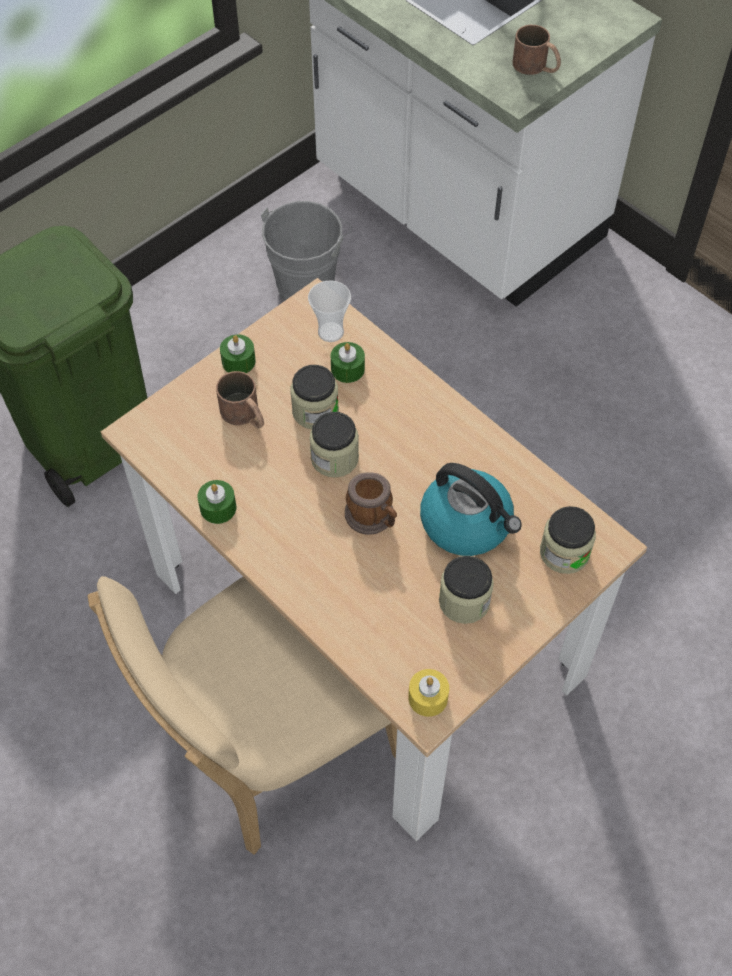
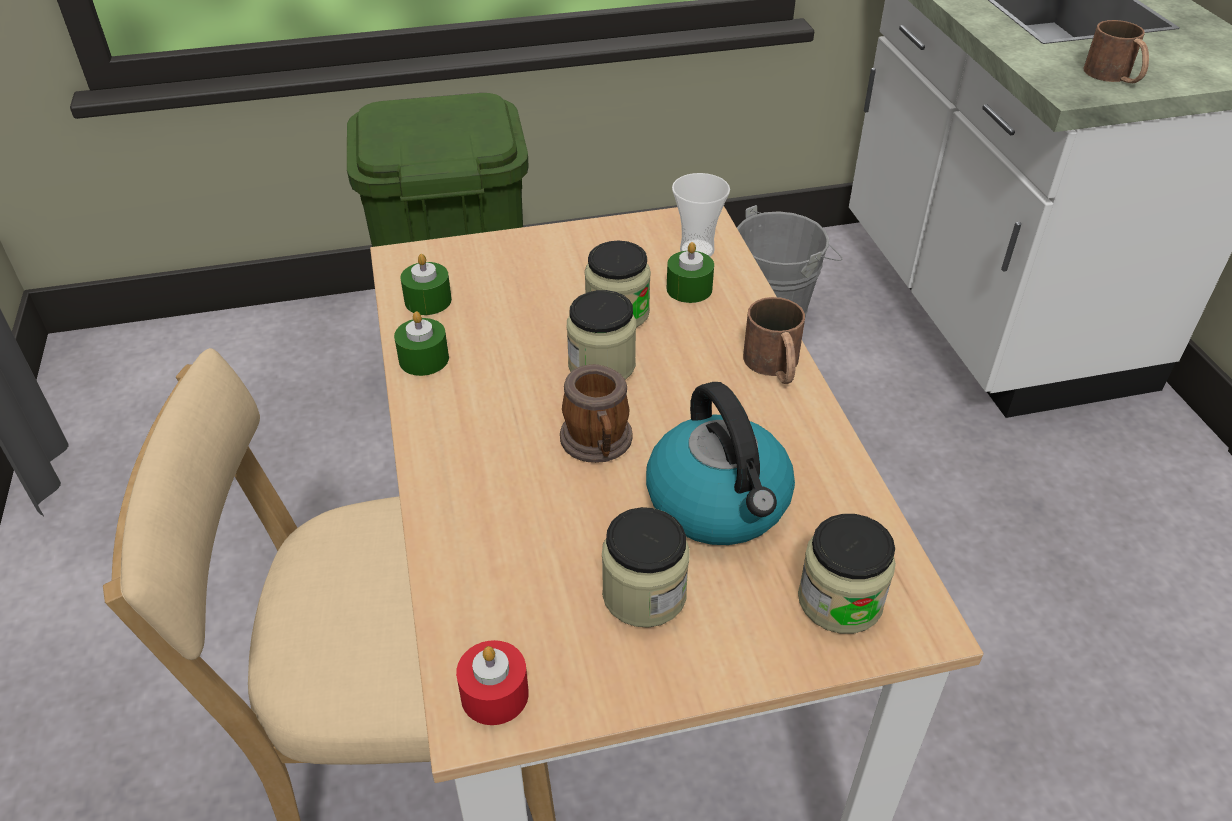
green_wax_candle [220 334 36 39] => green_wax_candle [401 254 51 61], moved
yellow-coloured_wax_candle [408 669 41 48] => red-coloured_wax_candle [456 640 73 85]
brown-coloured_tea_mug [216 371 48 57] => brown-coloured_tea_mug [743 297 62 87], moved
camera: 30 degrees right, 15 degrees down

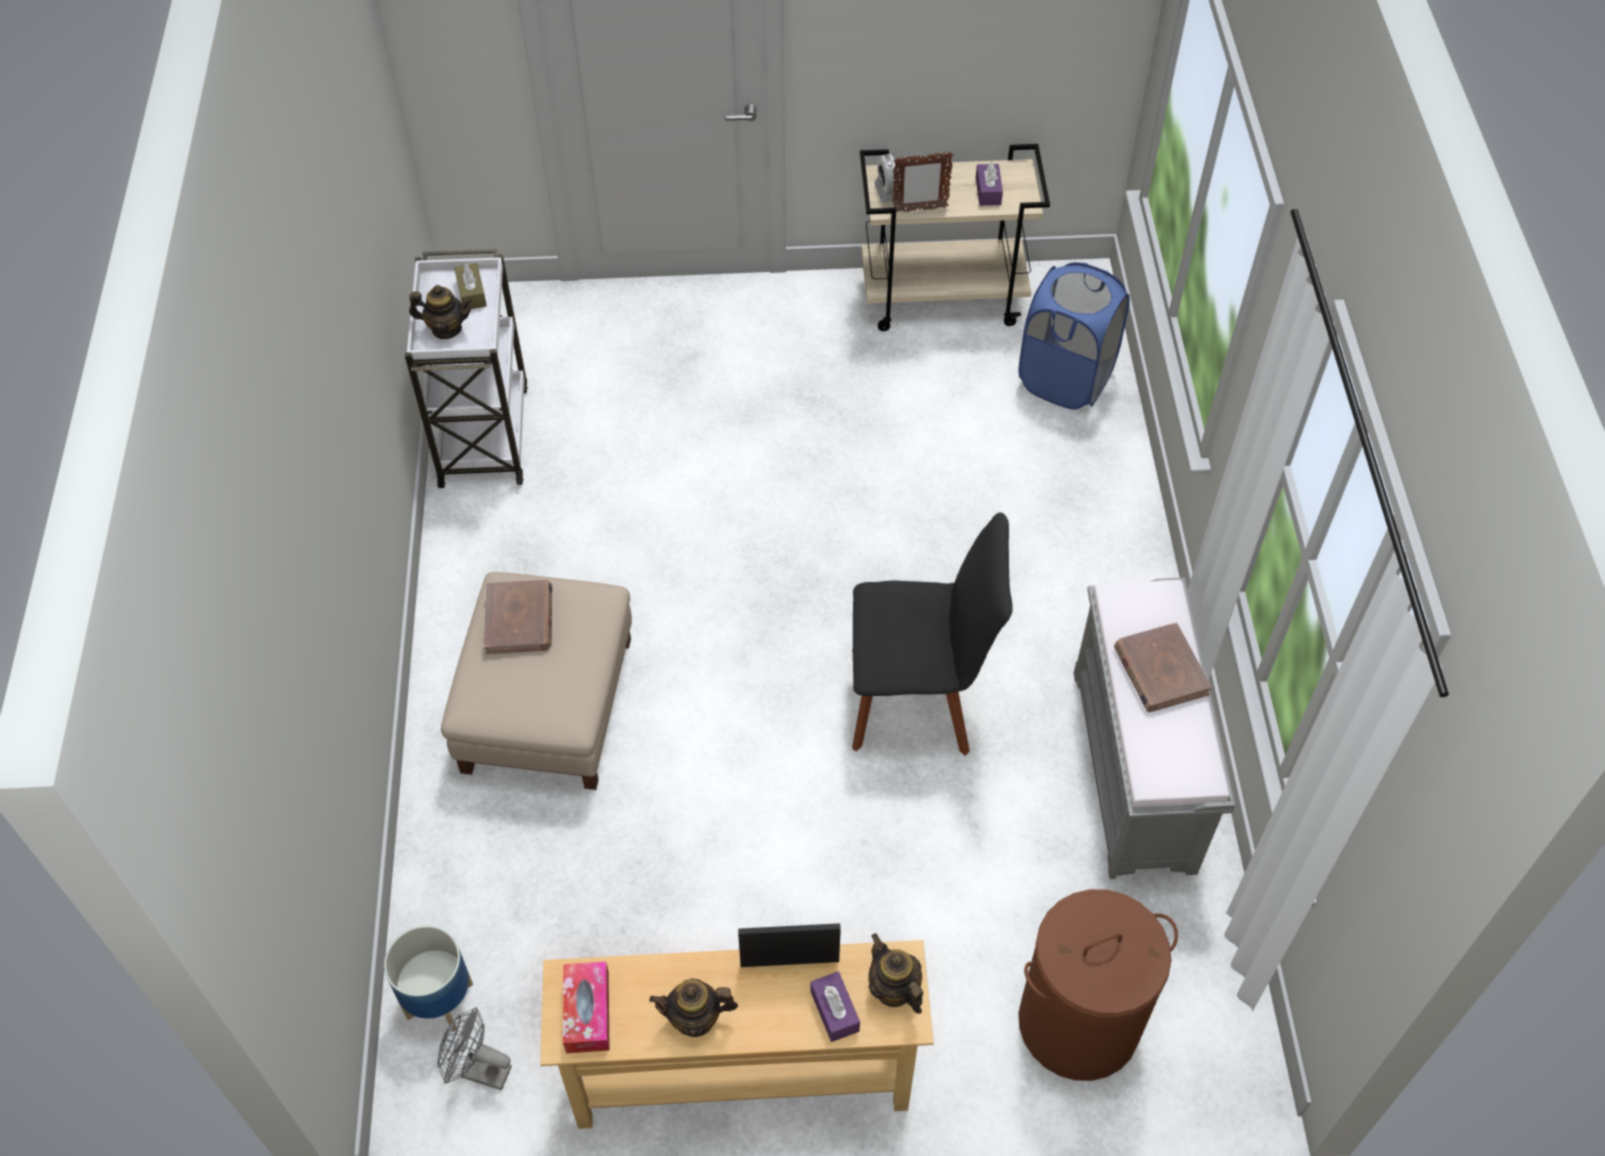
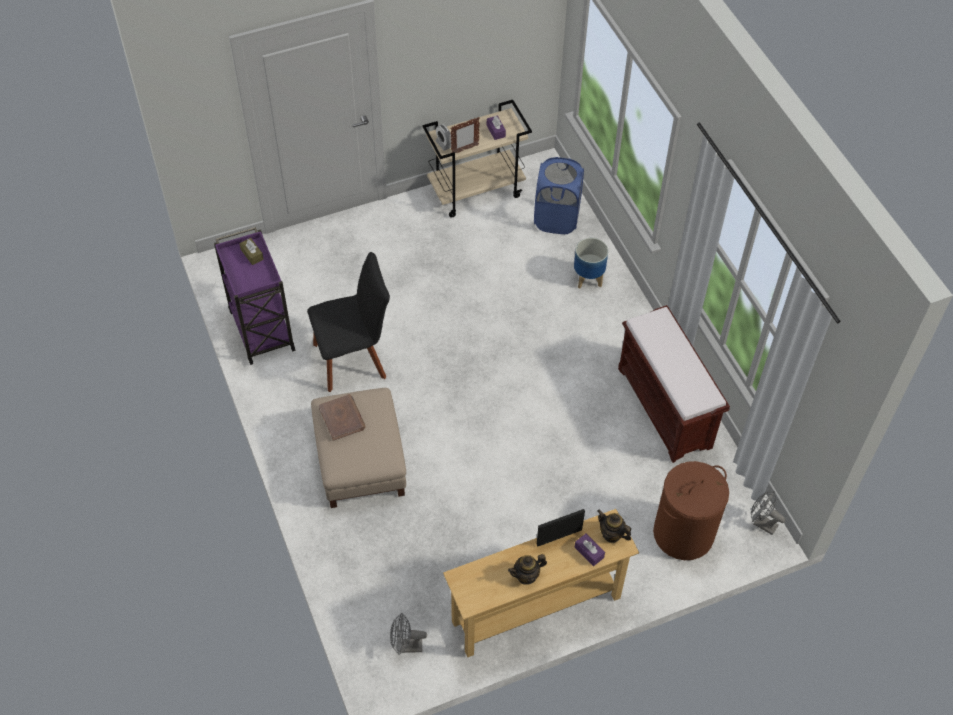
white_cart [405 249 123 239] => purplish_cart [214 227 81 138]
black-coloured_upright_chair [852 512 161 244] => black-coloured_upright_chair [307 252 83 140], moved
planter [384 925 89 106] => planter [574 238 34 51], moved
grey_long_seat [1074 577 161 302] => brown-coloured_long_seat [618 305 112 158]
nothing => grey_cooling_fan [751 491 35 44]
tea_pot [409 285 64 54] => nothing
box_of_tissues [563 962 46 91] => nothing
brown-coloured_volume [1114 623 98 89] => nothing
camera: 20 degrees left, 0 degrees up

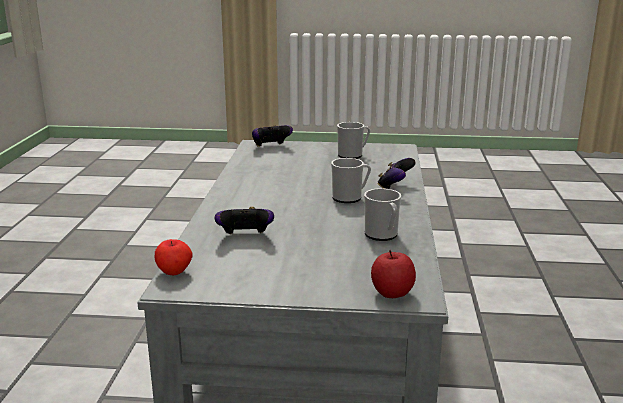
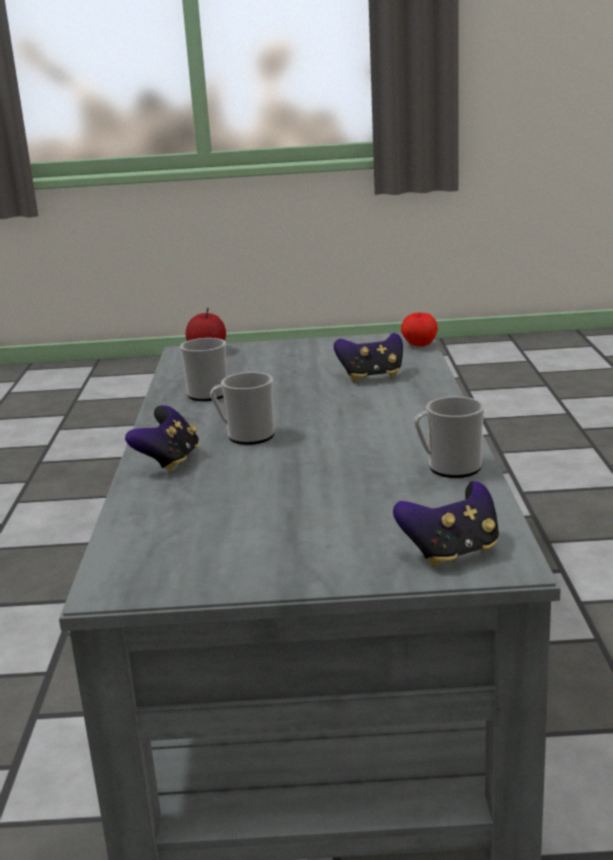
tea_mug [337 122 33 37] => tea_mug [414 397 71 81], moved
camera: 175 degrees right, 0 degrees up

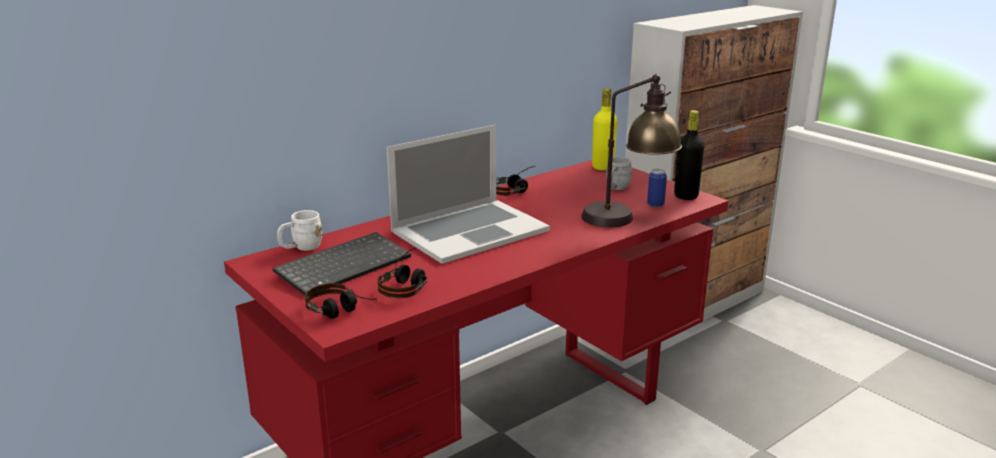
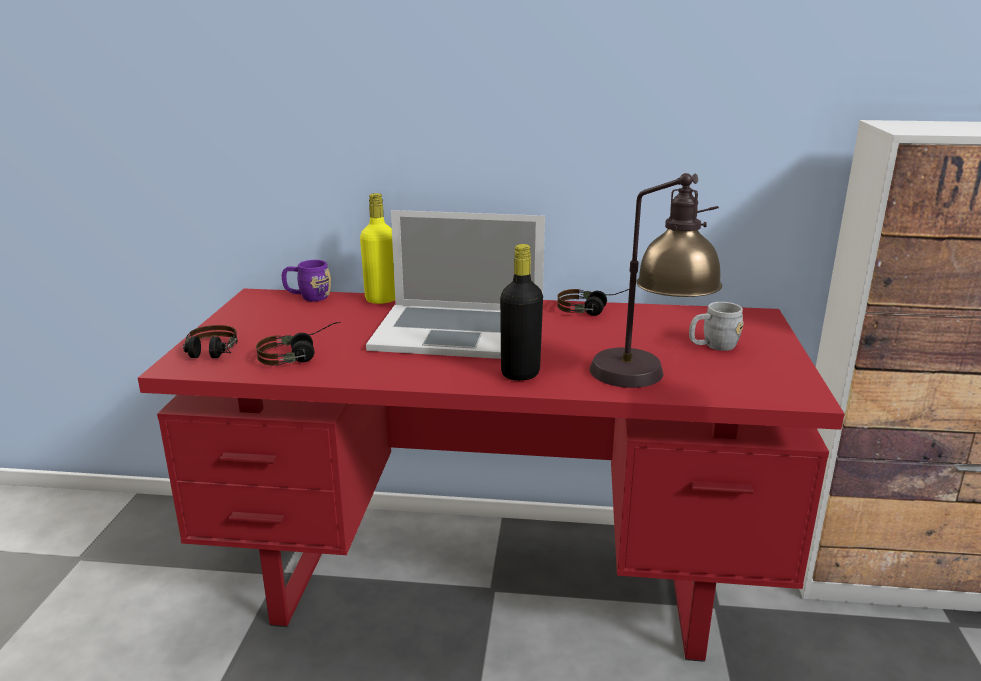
white_tea_mug [277 210 46 41] => purplish_tea_mug [282 260 49 41]
yellow-coloured_drink_bottle [592 88 25 82] => yellow-coloured_drink_bottle [360 193 35 111], moved
black-coloured_drink_bottle [674 110 30 90] => black-coloured_drink_bottle [500 244 43 137], moved
keyboard [273 232 138 64] => nothing
can [647 169 20 38] => nothing
camera: 45 degrees right, 0 degrees up

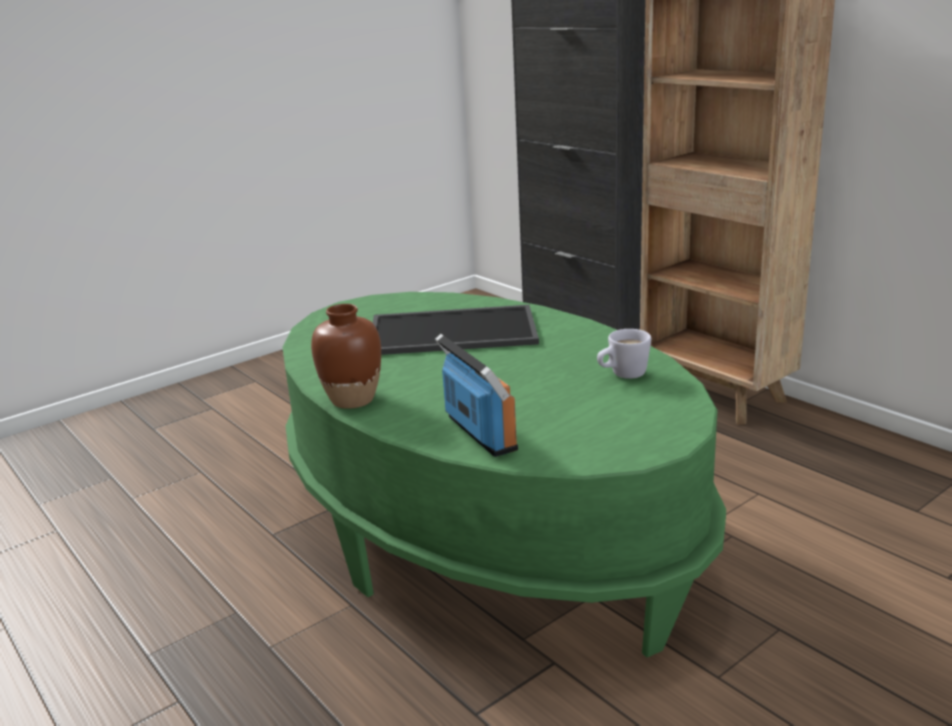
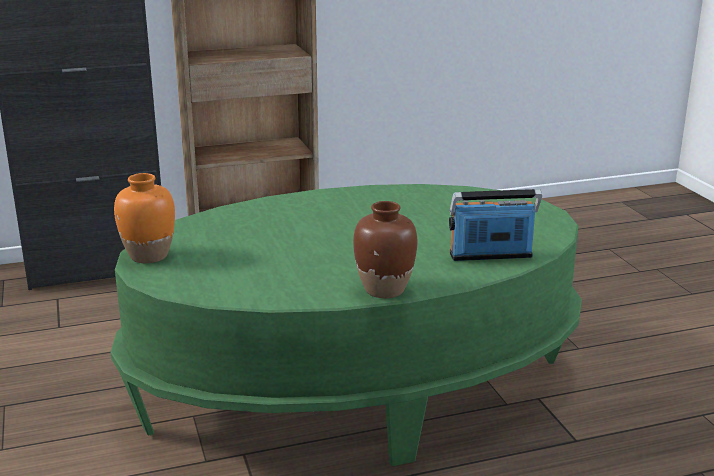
nothing => orange_decorative_vase [114 173 61 90]
serving_tray [373 305 166 50] => nothing
white_tea_mug [597 329 54 50] => nothing
camera: 70 degrees left, 0 degrees up

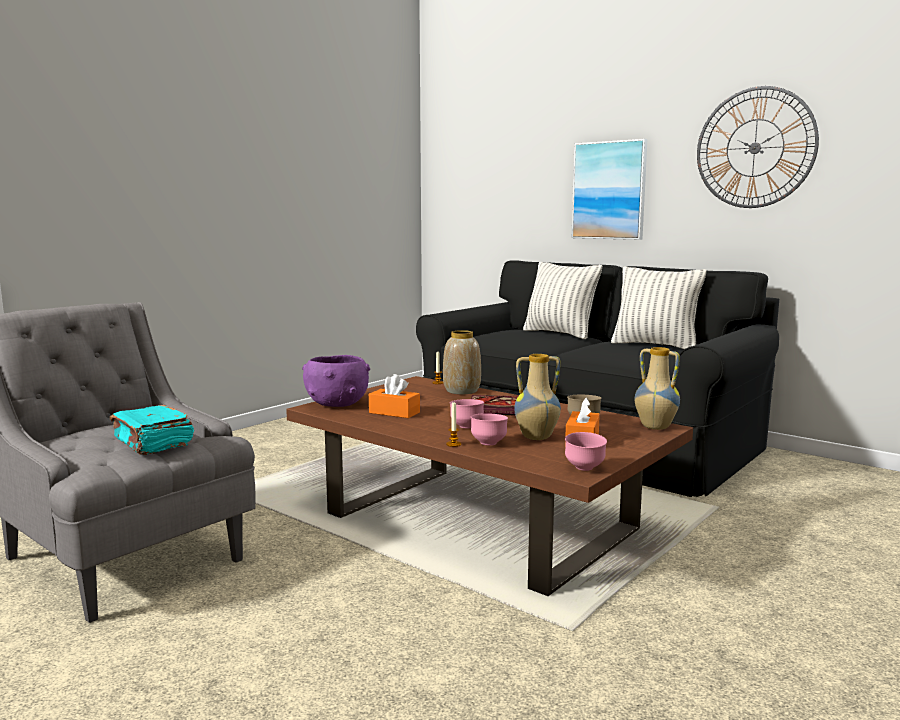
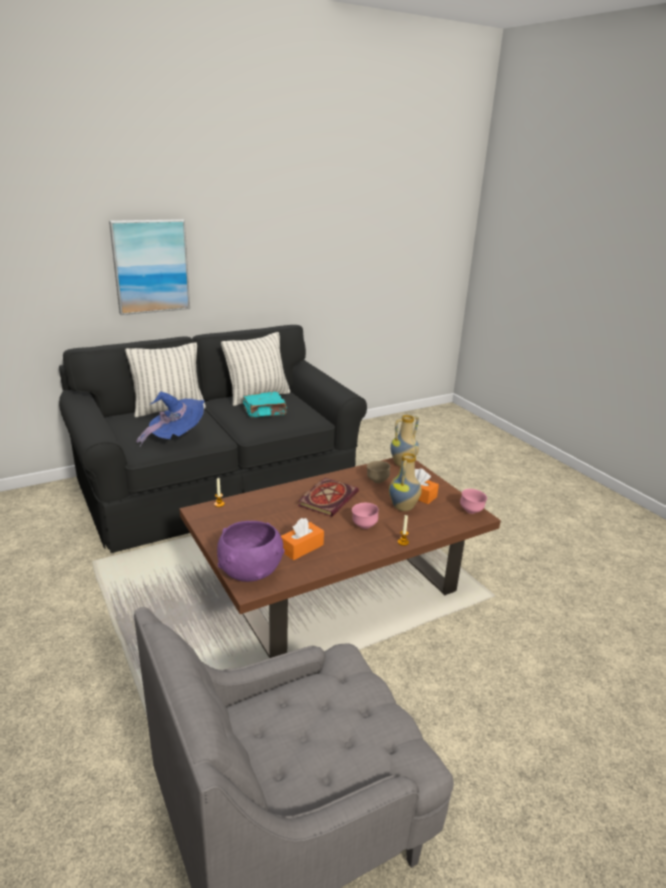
nothing => blue_clothing_hat [136 391 69 56]
turquoise_volume [110 405 84 50] => turquoise_volume [243 392 44 25], moved
decorative_vase [443 330 38 64] => nothing
pinkish_bowl [471 413 37 33] => nothing
wall_clock [697 86 122 122] => nothing
camera: 70 degrees left, 15 degrees up

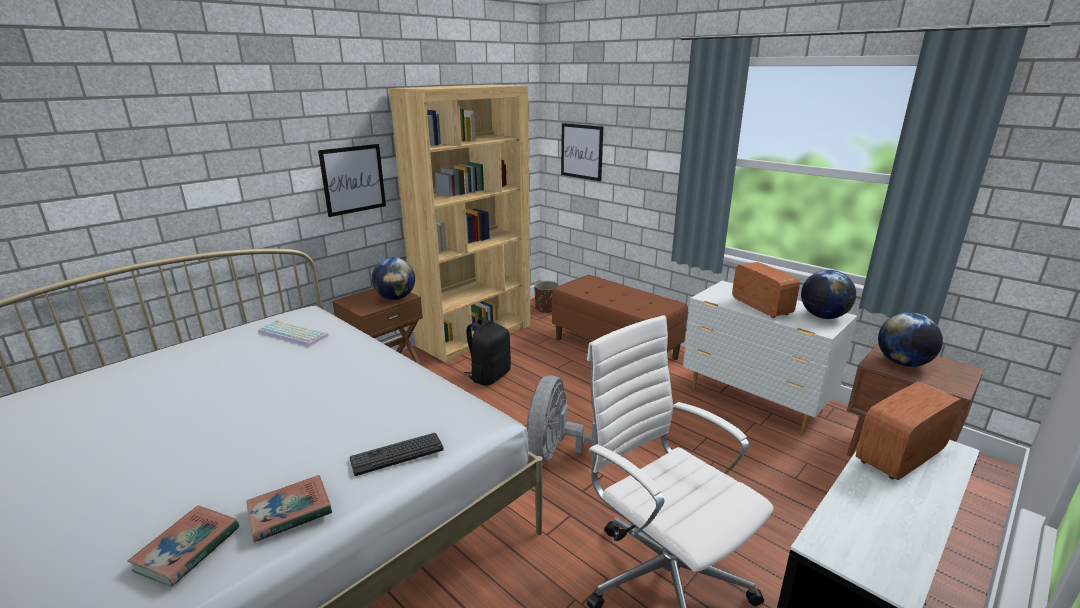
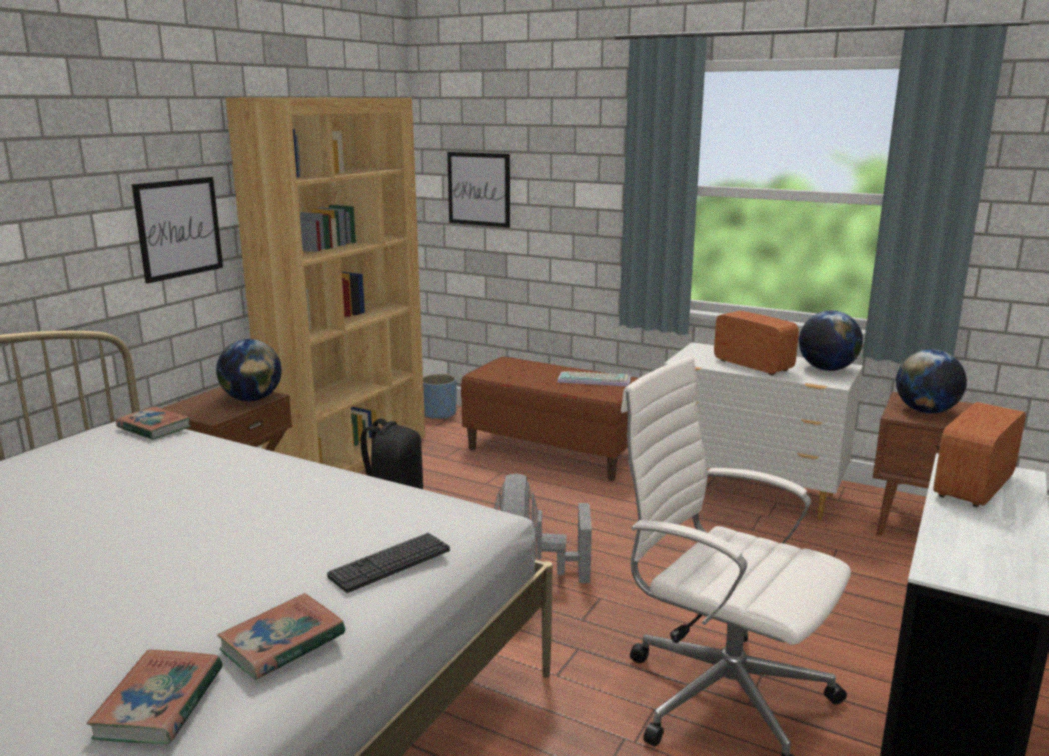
nothing => volume [116 407 74 33]
brown-coloured_planter [534 281 26 32] => blue_planter [423 374 33 45]
keyboard [258 320 70 26] => keyboard [558 371 73 16], moved
camera: 15 degrees left, 5 degrees down

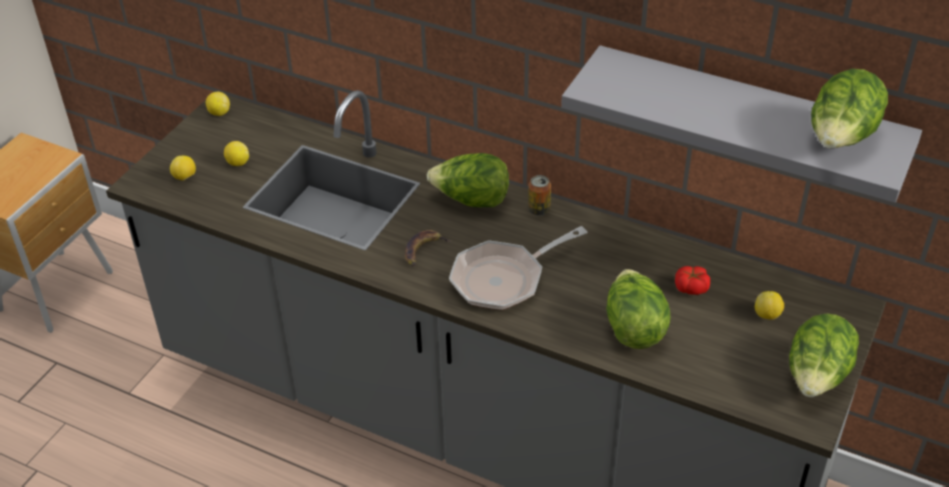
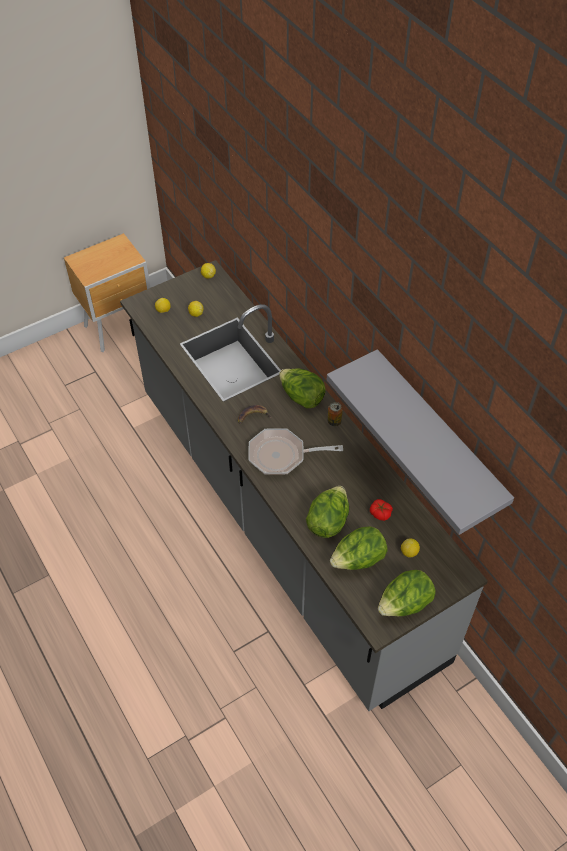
head_of_lettuce [811 69 77 79] => head_of_lettuce [330 526 58 44], moved
camera: 30 degrees right, 10 degrees up

